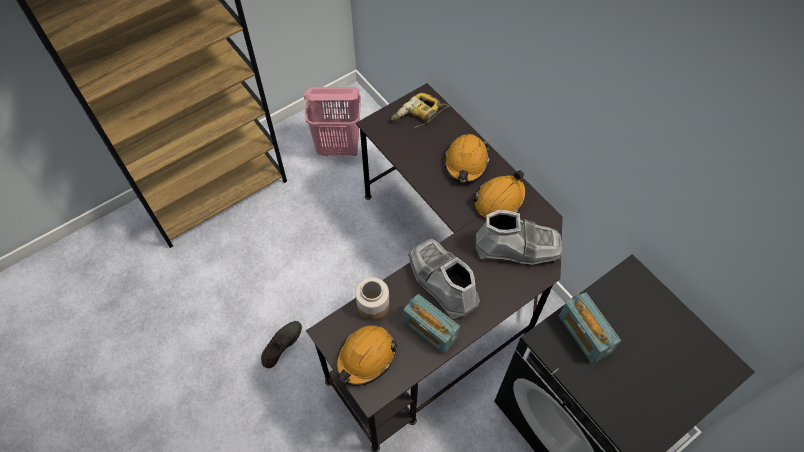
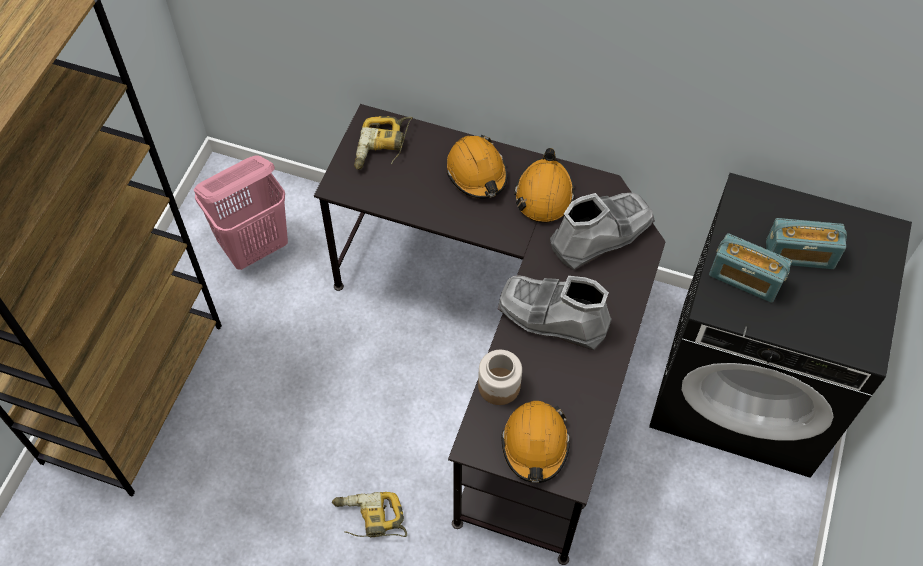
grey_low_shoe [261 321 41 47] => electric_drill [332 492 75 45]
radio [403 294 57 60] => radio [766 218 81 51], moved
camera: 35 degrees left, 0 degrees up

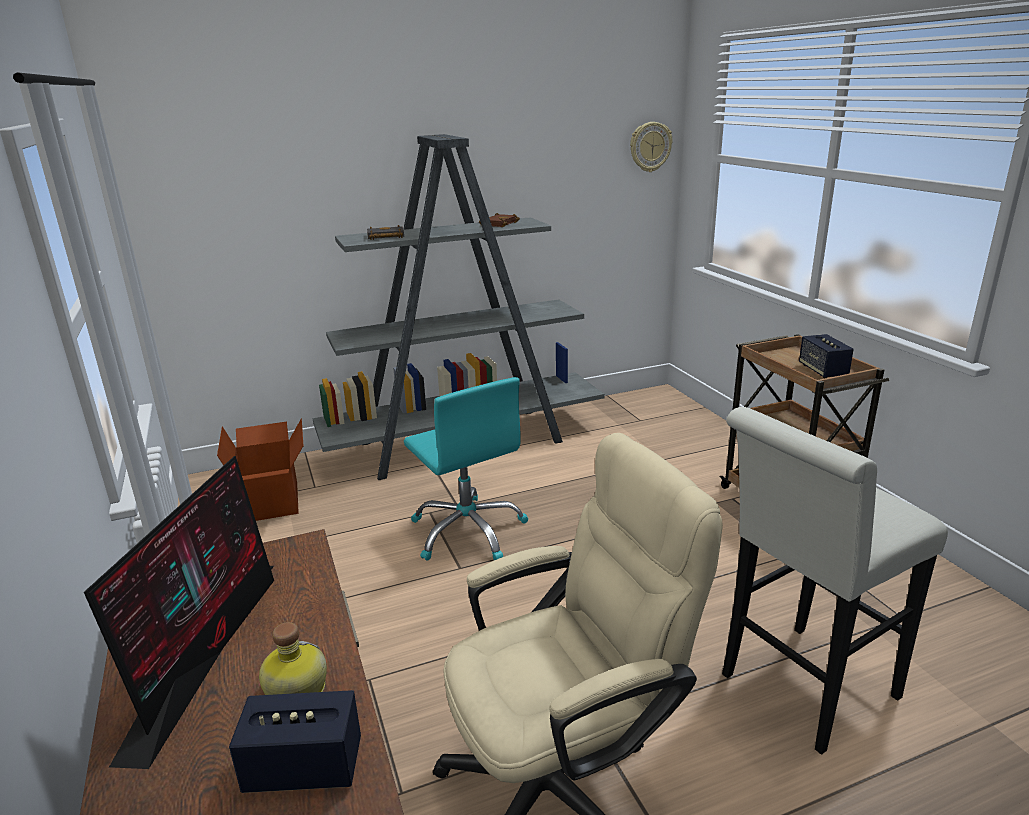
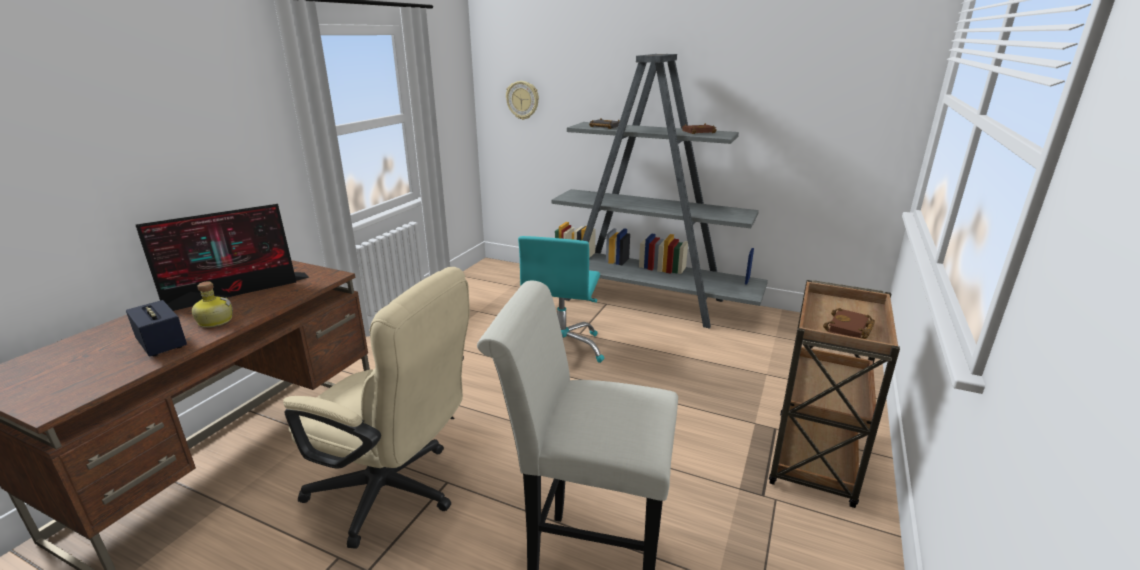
wall_clock [630 122 42 50] => wall_clock [506 81 33 39], moved
loudspeaker [799 334 55 44] => brown-coloured_volume [823 308 52 31]
cardboard_box [217 418 86 103] => nothing
camera: 45 degrees right, 0 degrees up

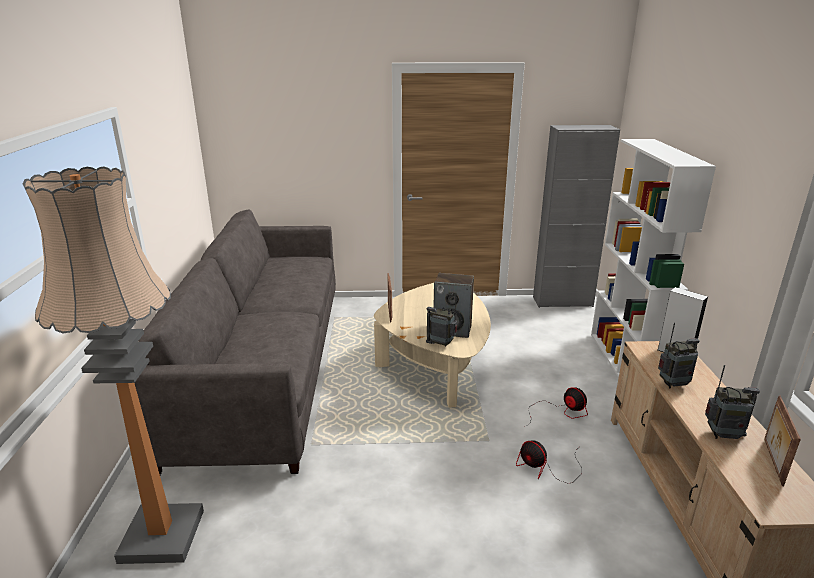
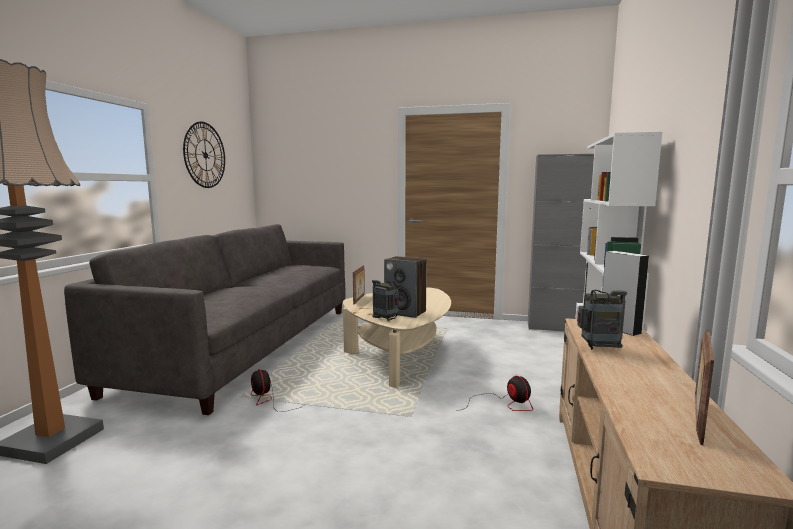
nothing => wall_clock [183 122 42 66]
cooling_fan [516 440 66 44] => cooling_fan [251 369 59 43], moved
radio [705 365 55 74] => nothing
camera: 15 degrees right, 15 degrees down

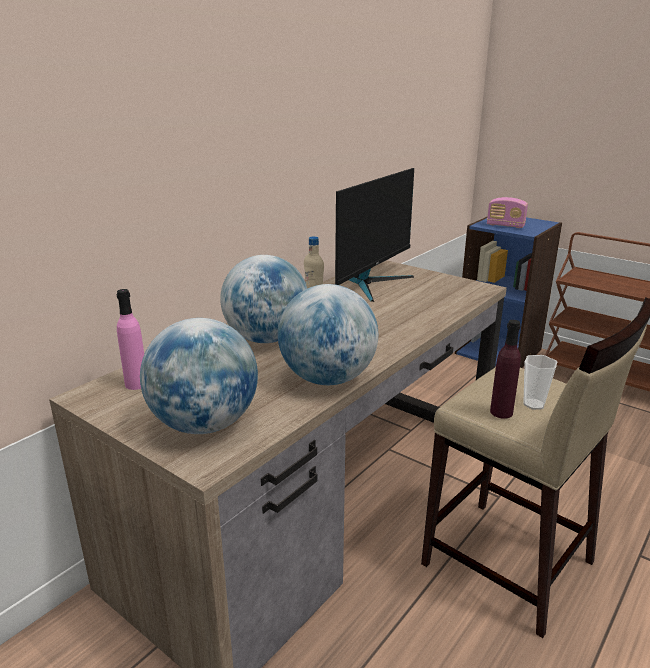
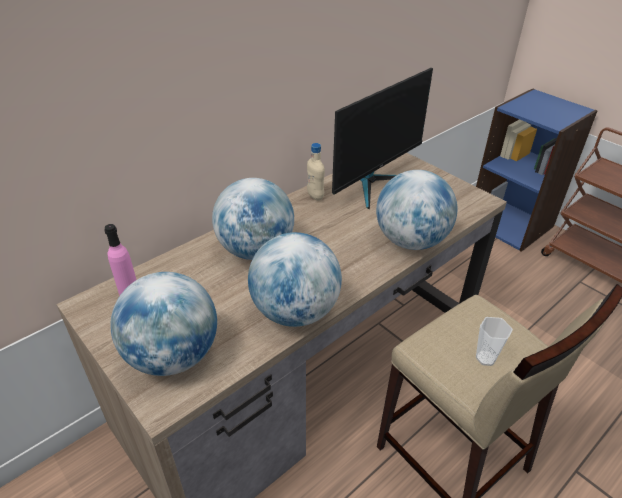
nothing => world_globe [376 170 81 80]
radio [487 197 41 31] => nothing
purplish_drink_bottle [490 320 31 99] => nothing
camera: 10 degrees right, 15 degrees up

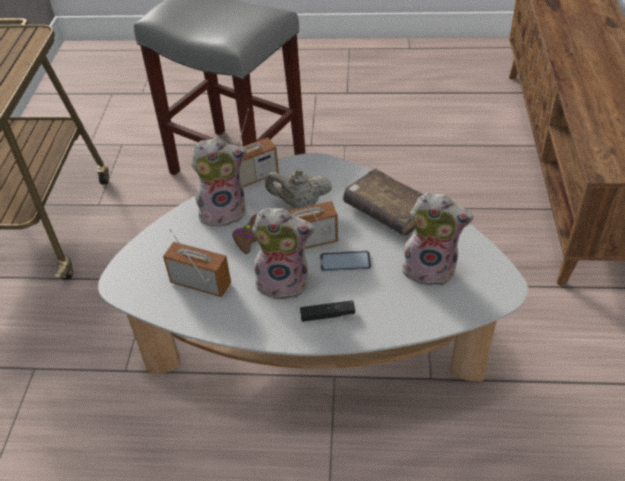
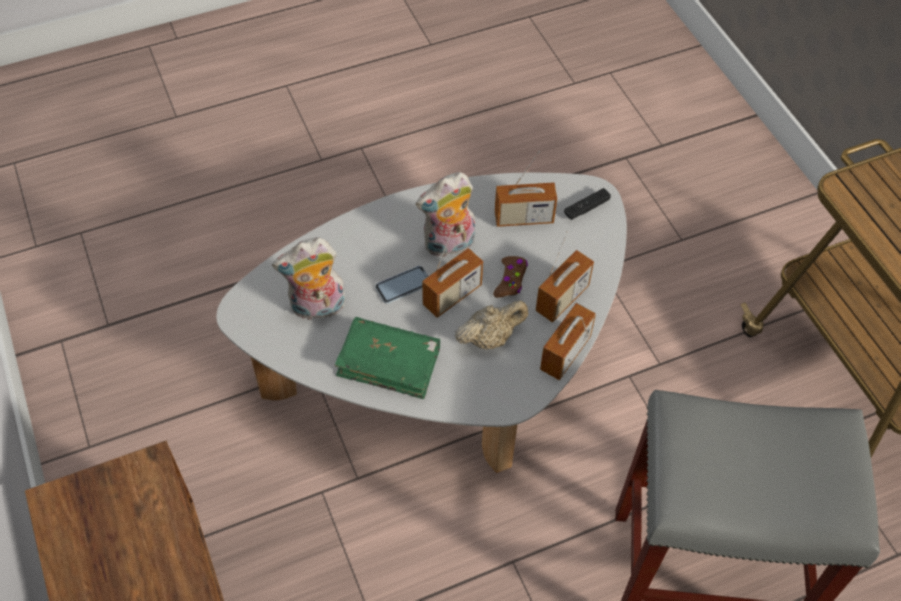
brown-coloured_volume [343 168 81 68] => green_volume [335 317 105 82]
cuddly_toy [191 138 56 89] => radio [535 230 59 93]
black-coloured_gamepad [300 300 55 22] => black-coloured_gamepad [564 188 47 32], moved
camera: 150 degrees right, 10 degrees up

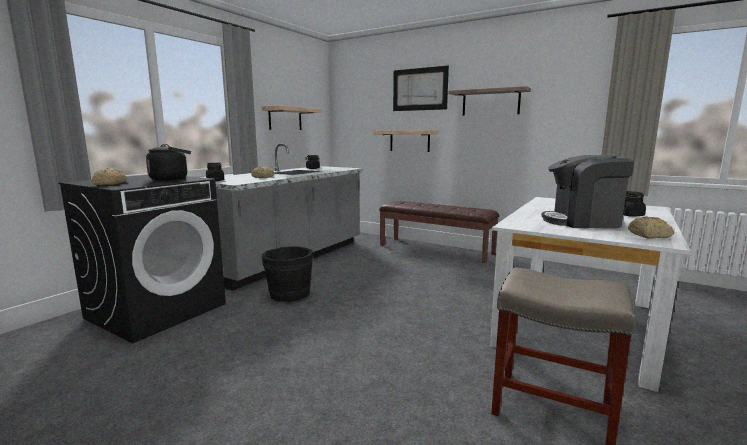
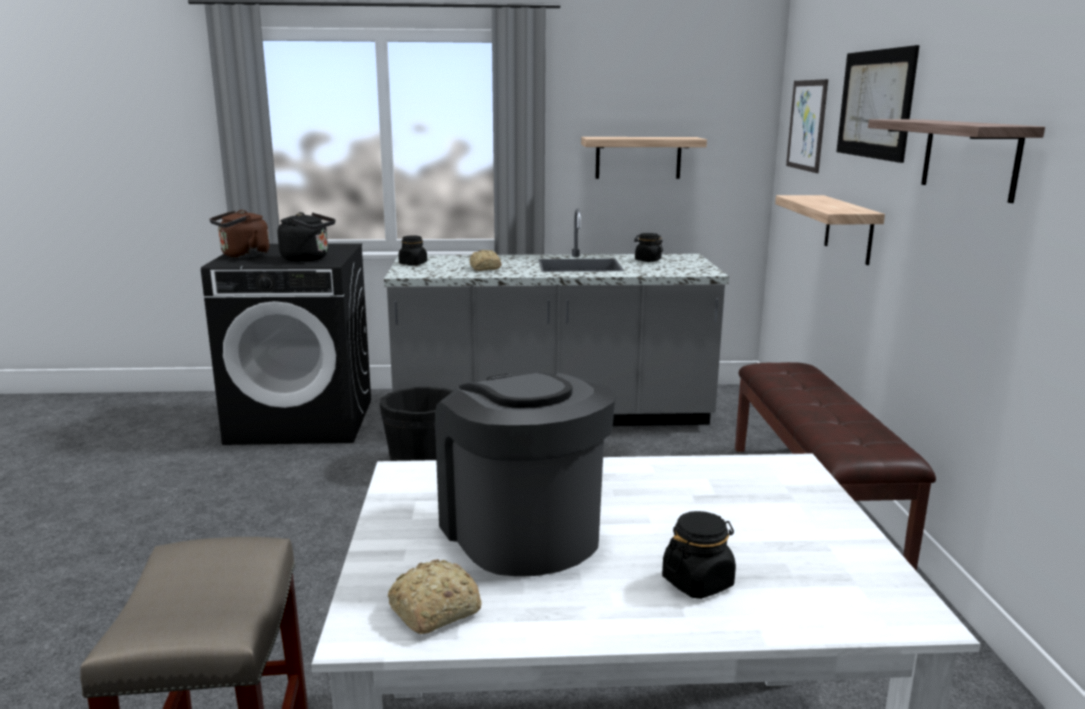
bakery_bread [92 168 35 17] => brown-coloured_water_kettle [209 210 61 48]
nothing => picture [786 79 42 94]
camera: 55 degrees right, 5 degrees up

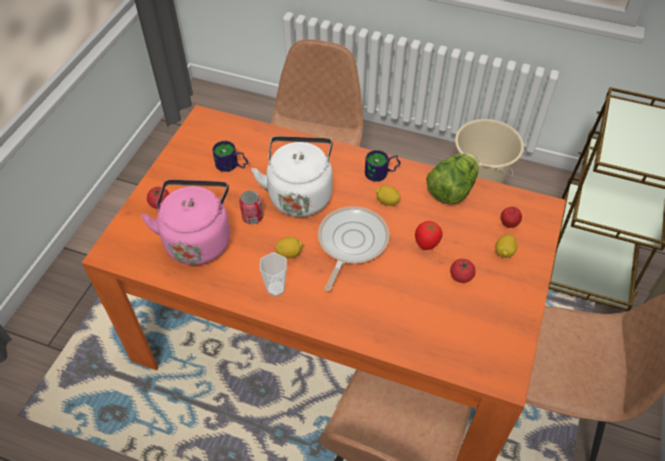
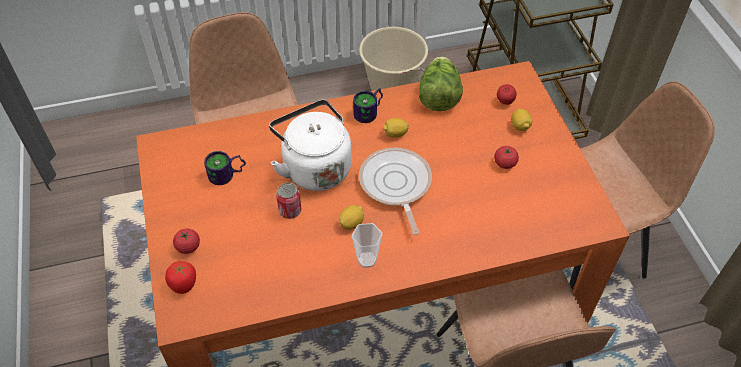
whole_tomato [415 221 28 29] => whole_tomato [165 261 31 33], moved
pinkish_water_kettle [141 179 89 86] => nothing
camera: 35 degrees left, 0 degrees up

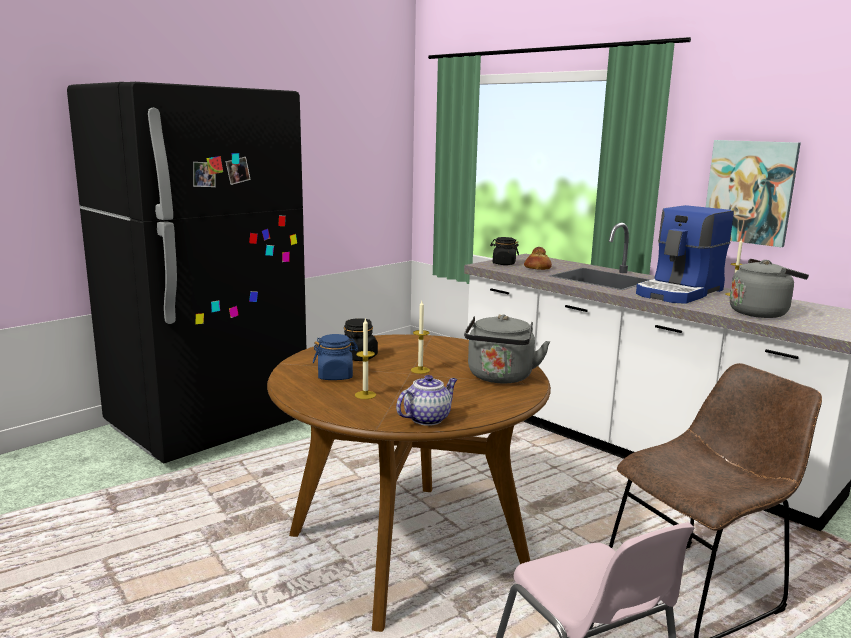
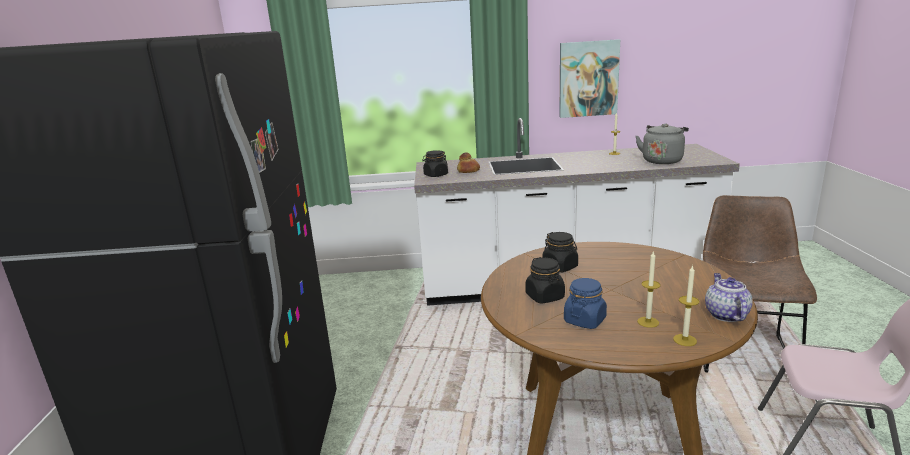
nothing => black-coloured_storage_jar [542 232 36 40]
wax_candle [411 301 19 73] => wax_candle [673 265 26 81], moved
grey_water_kettle [464 314 86 70] => nothing
coffee_brewer [636 205 98 99] => nothing
camera: 45 degrees left, 5 degrees up

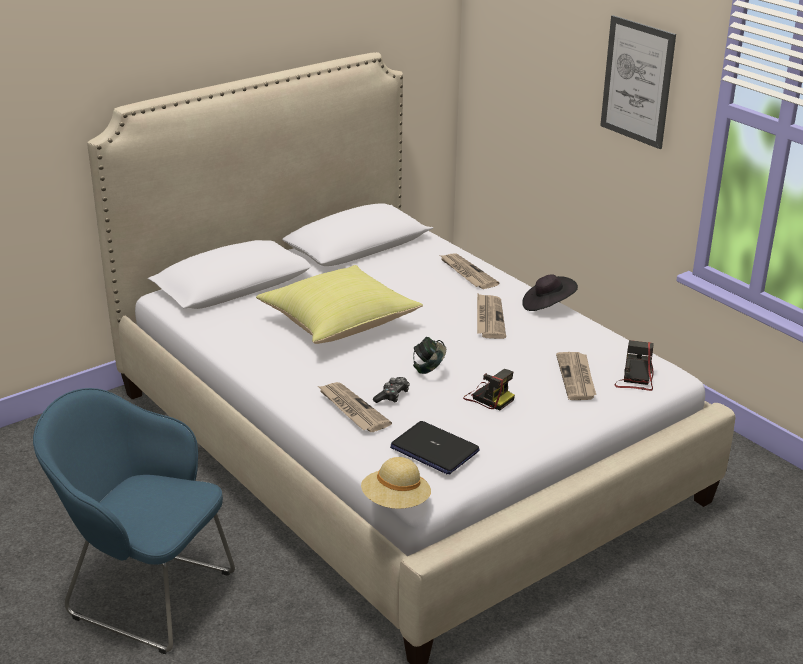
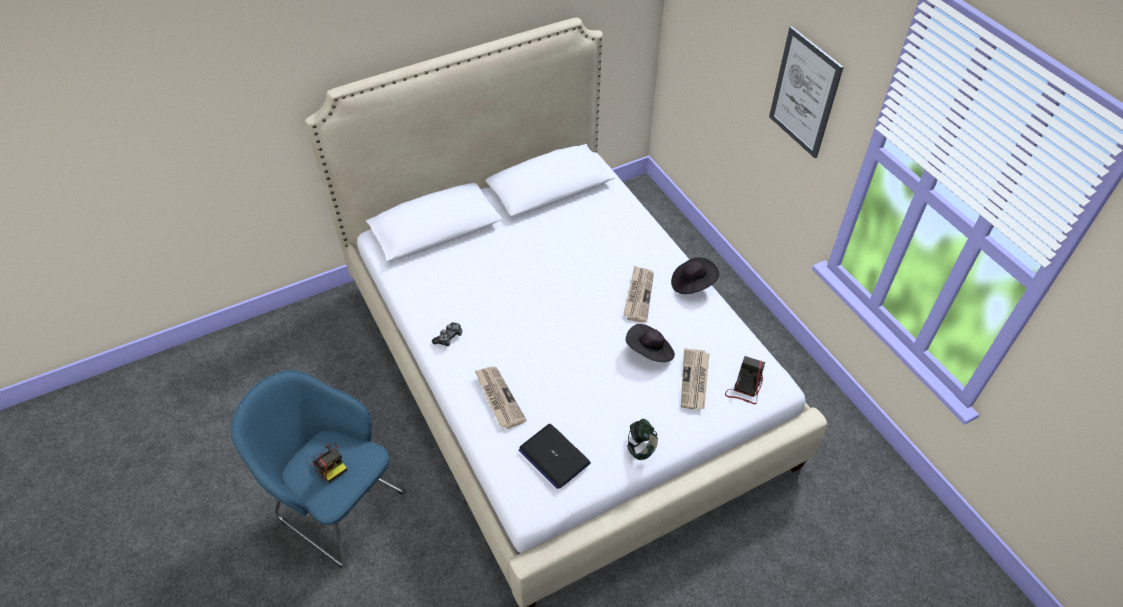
photo_camera [463 369 52 42] => photo_camera [308 443 39 40], moved
gamepad [373 377 37 26] => gamepad [432 322 30 24], moved
nothing => black-coloured_clothing_hat [626 324 49 38]
headset [413 337 33 37] => headset [627 419 31 41], moved
yellow-coloured_pillow [256 265 167 79] => nothing
beige-coloured_clothing_hat [361 457 70 52] => nothing
newspaper [440 253 59 36] => nothing
camera: 10 degrees right, 20 degrees up

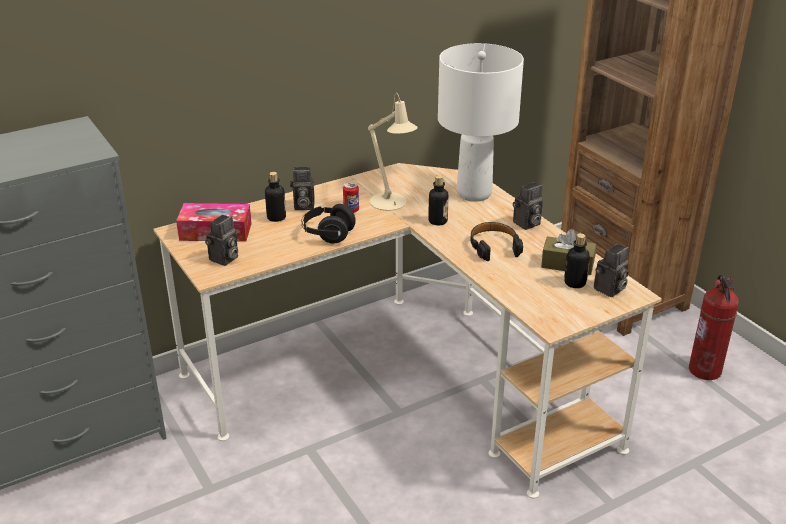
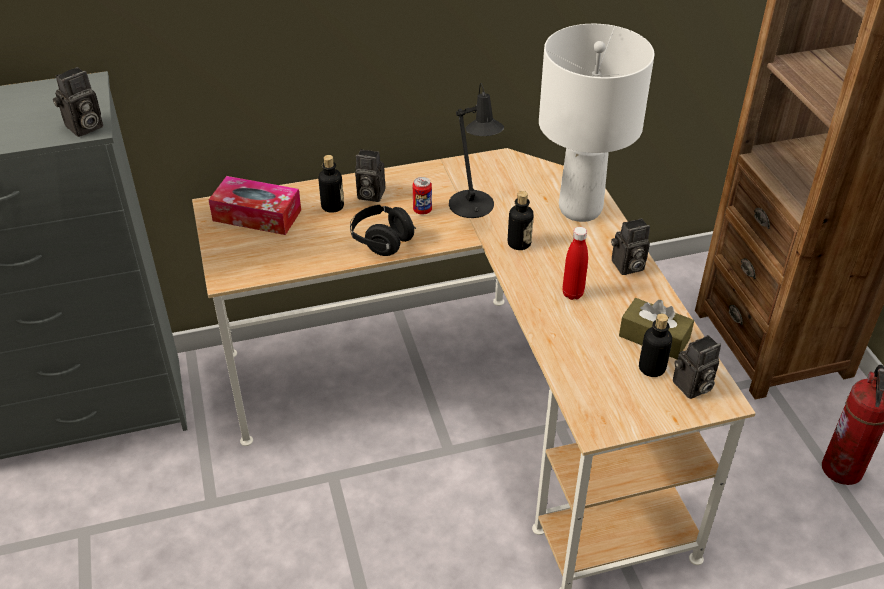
photo_camera [205 215 33 51] => photo_camera [53 67 50 70], moved
beige-coloured_table_lamp [368 93 50 118] => black-coloured_table_lamp [449 83 55 135]
black-coloured_headset [470 222 53 39] => red-coloured_drink_bottle [562 227 26 73]
camera: 15 degrees right, 10 degrees up

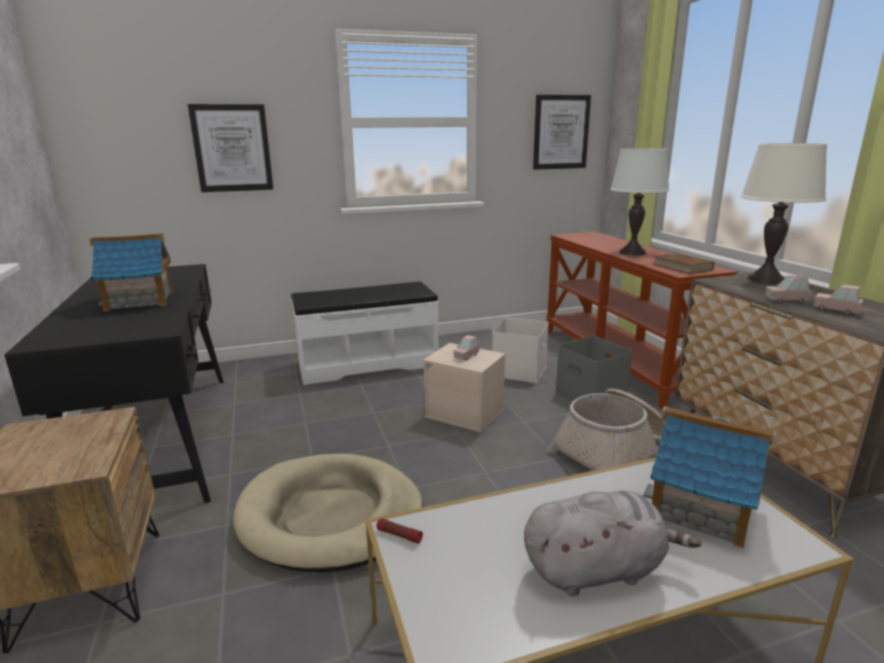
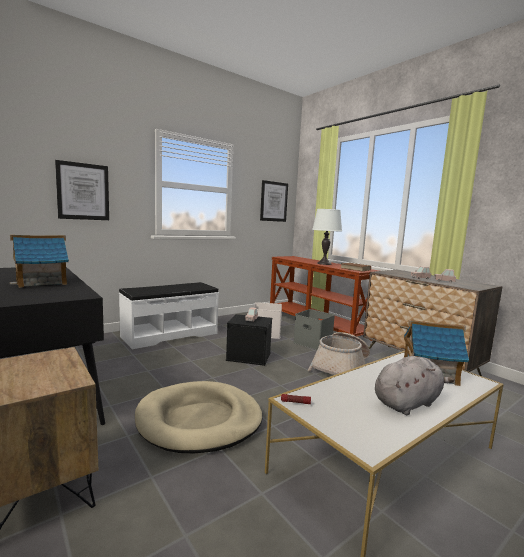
beige-coloured_storage_bin [423 343 83 90] => black-coloured_storage_bin [226 314 46 52]
white_table_lamp [740 143 87 141] => nothing
camera: 20 degrees left, 10 degrees down

